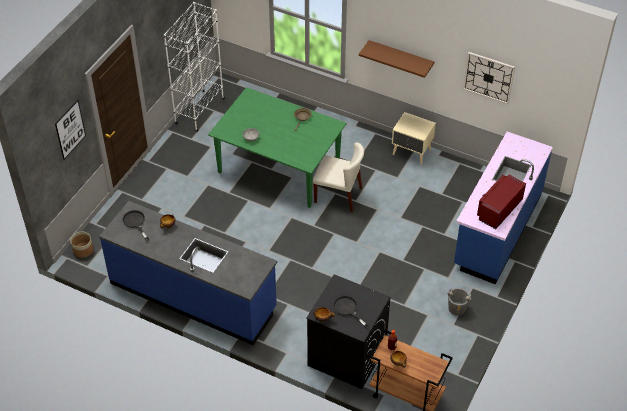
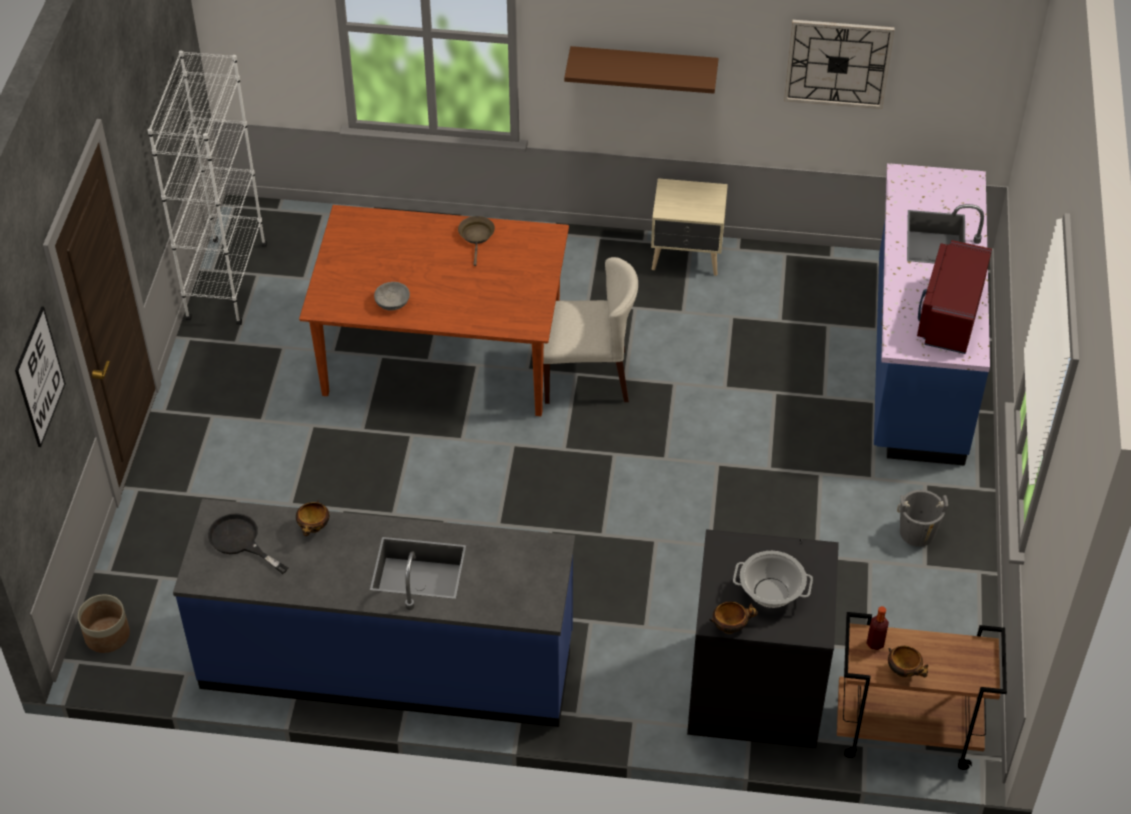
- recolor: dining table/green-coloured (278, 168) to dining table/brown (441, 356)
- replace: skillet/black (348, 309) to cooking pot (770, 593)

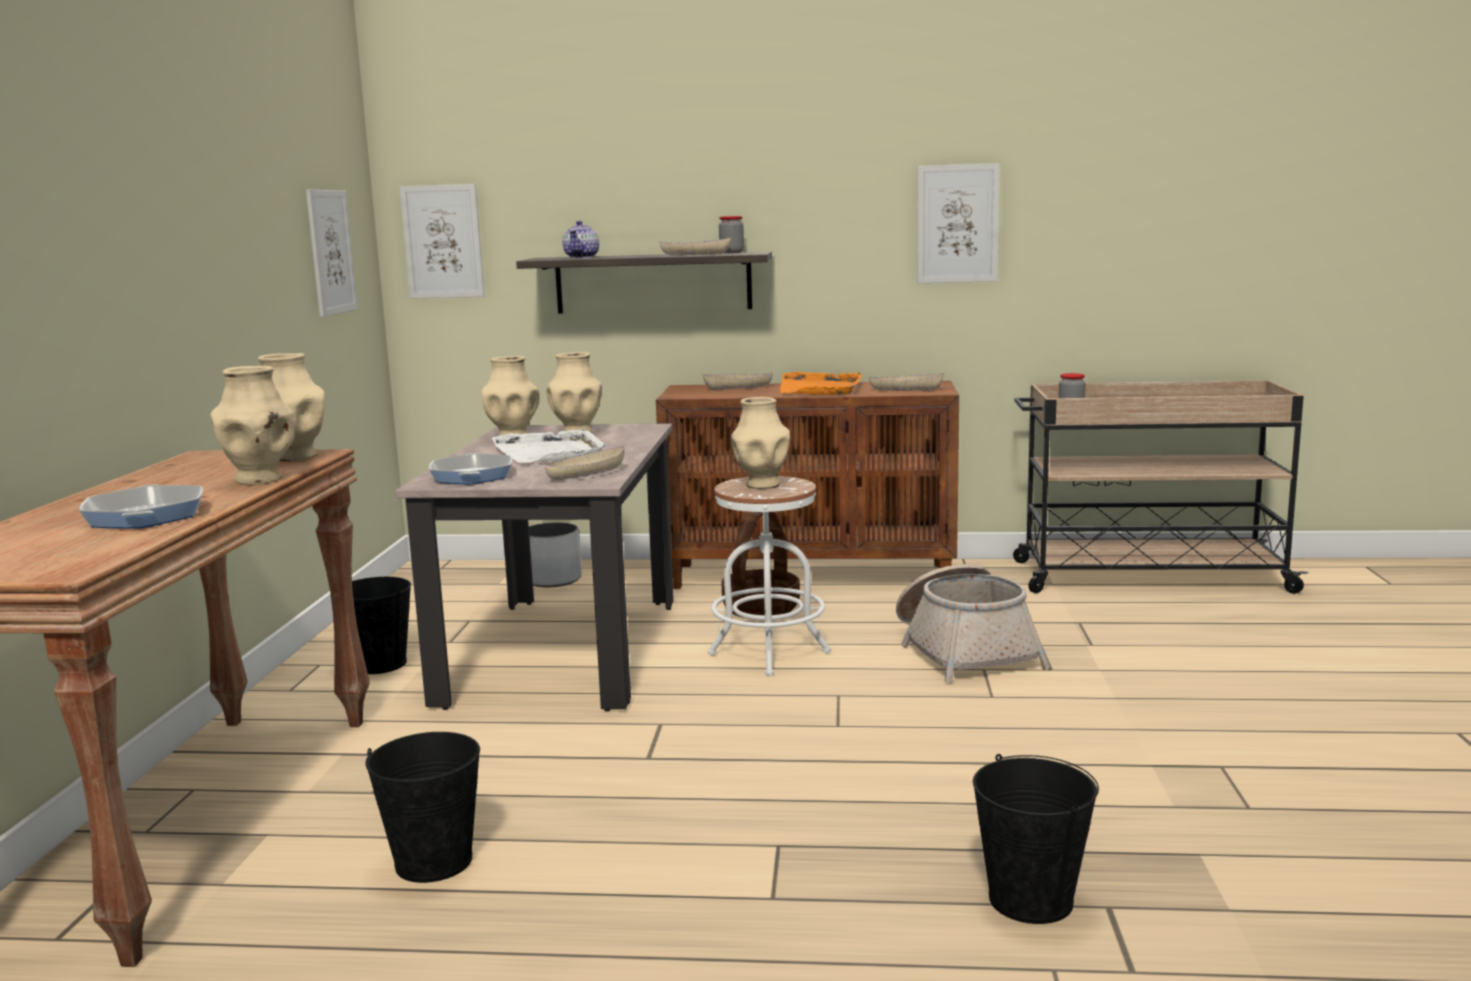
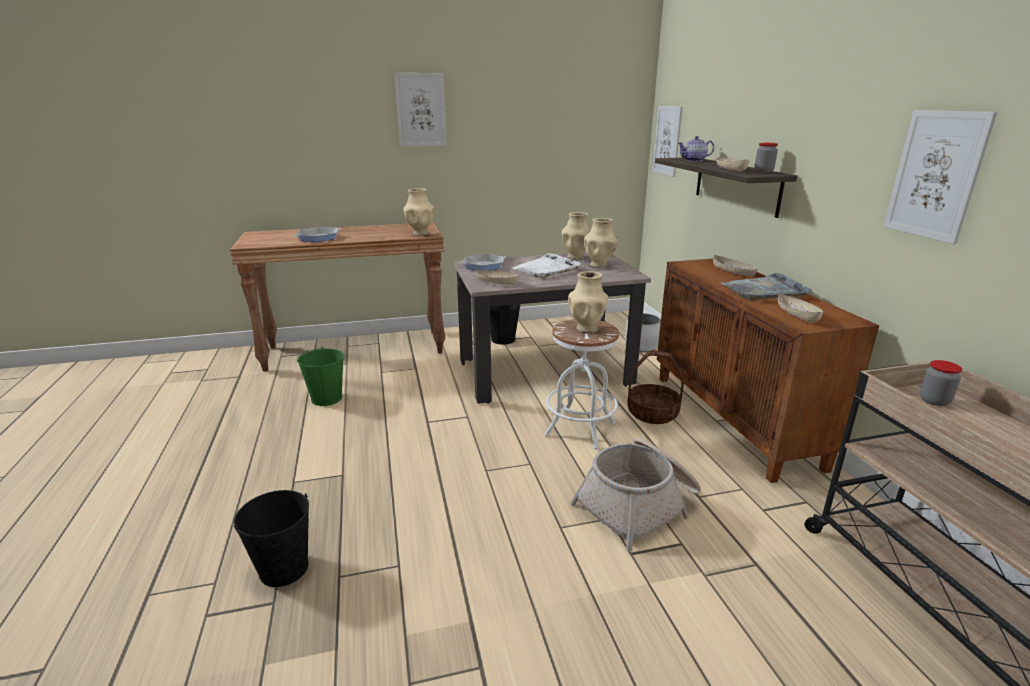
- move: wall art (331, 252) to (421, 110)
- delete: flower vase/beige-coloured (260, 480)
- recolor: tray/orangey (819, 388) to tray/greyish (764, 290)
- recolor: pail/black (433, 861) to pail/green-coloured (327, 398)

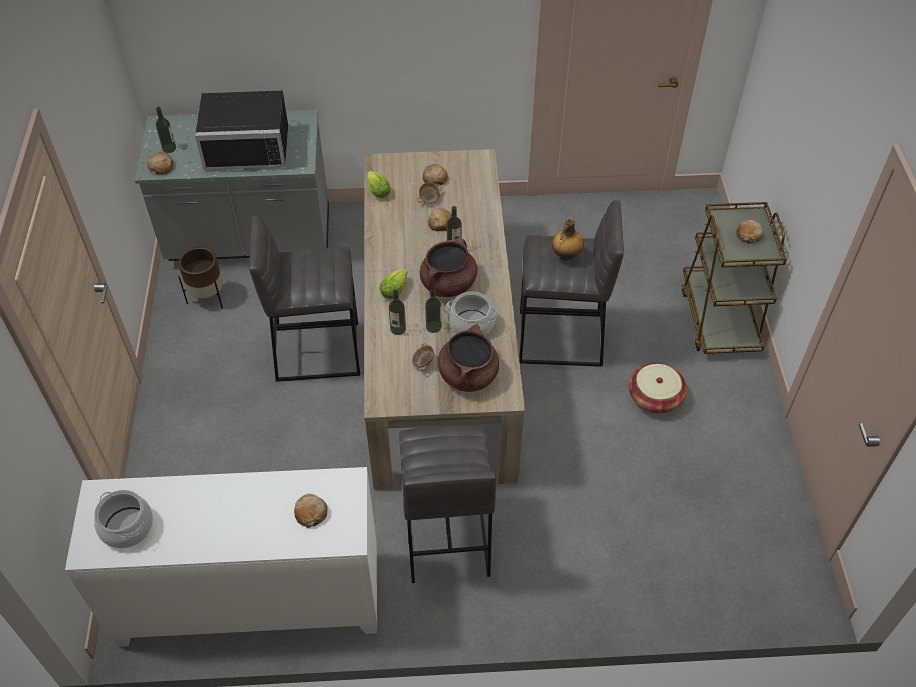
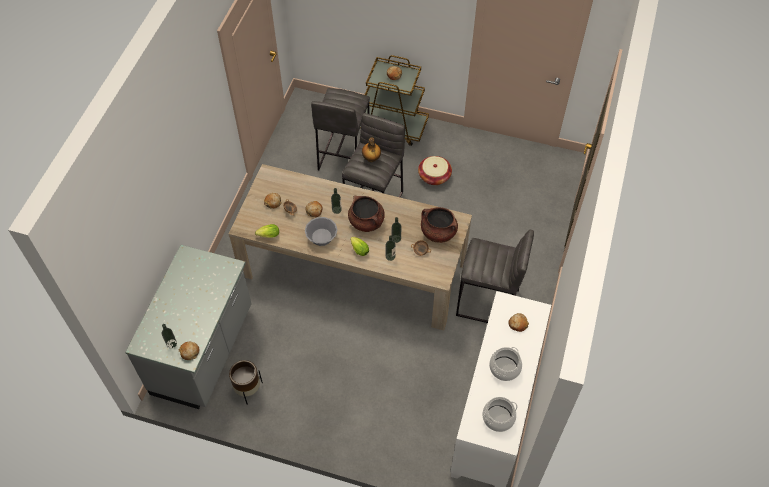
- delete: microwave oven/black (248, 144)
- move: stool/greyish (317, 350) to (343, 155)
- move: cooking pot (471, 324) to (504, 368)
- insert: bowl/greyish (321, 237)

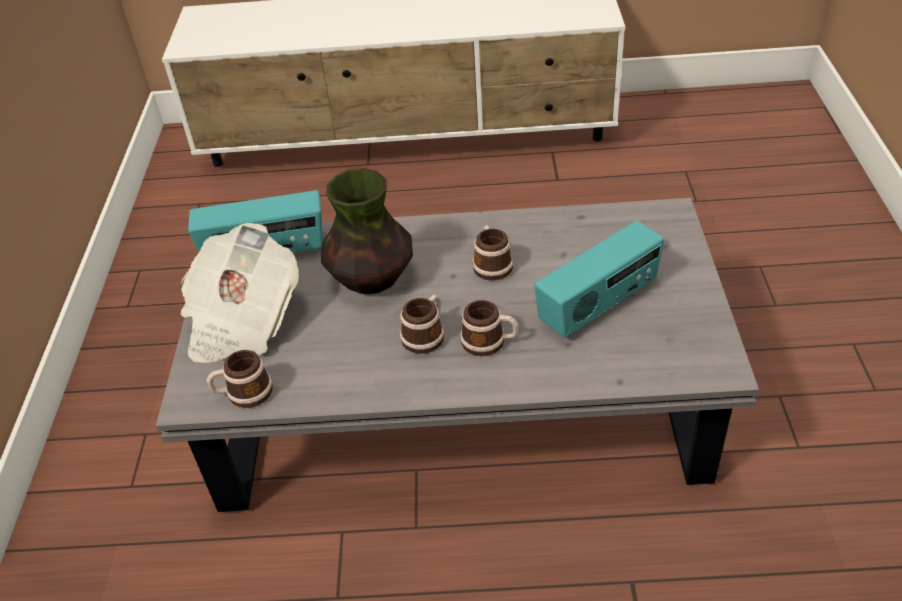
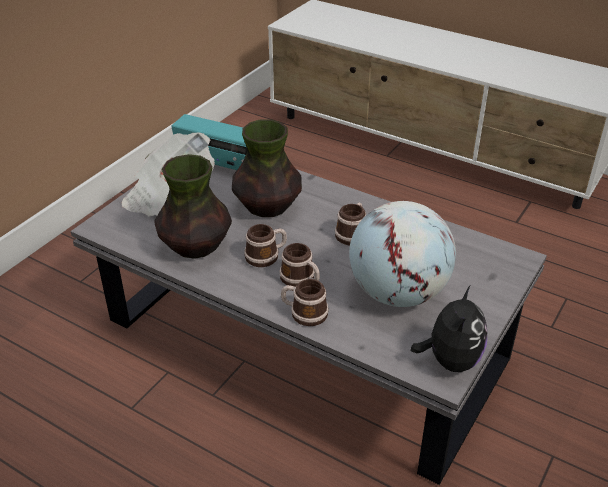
- replace: radio set (598, 306) to world globe (398, 293)
- move: mug (243, 393) to (304, 313)
- insert: flower vase (196, 247)
- insert: soft toy (450, 360)

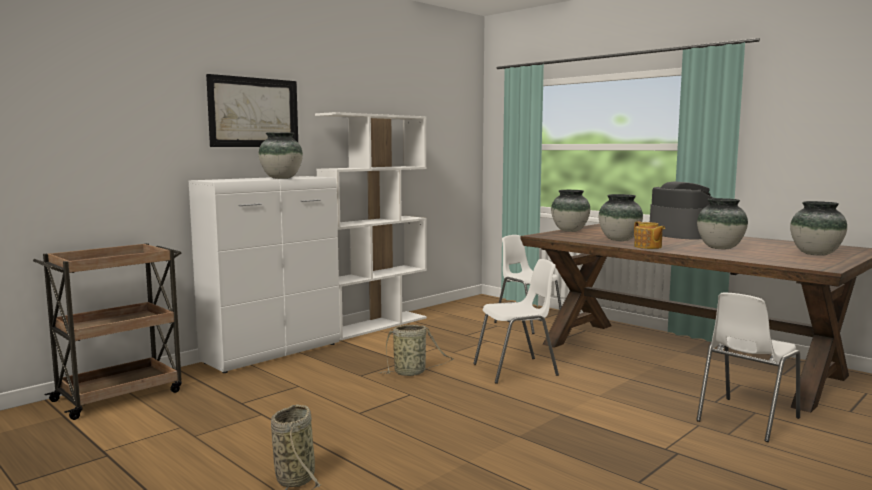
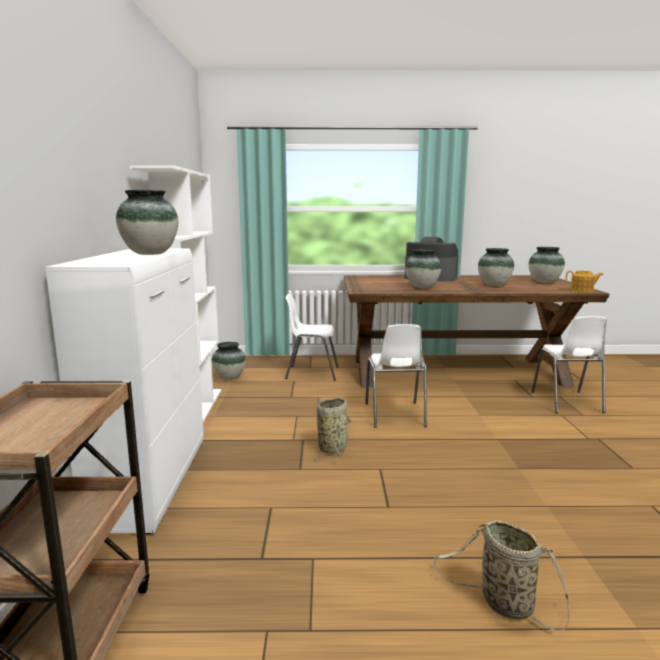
- delete: wall art (254, 112)
- move: flower vase (570, 230) to (229, 377)
- move: teapot (648, 247) to (582, 290)
- rotate: chair/white (516, 370) = (395, 415) 150 degrees clockwise

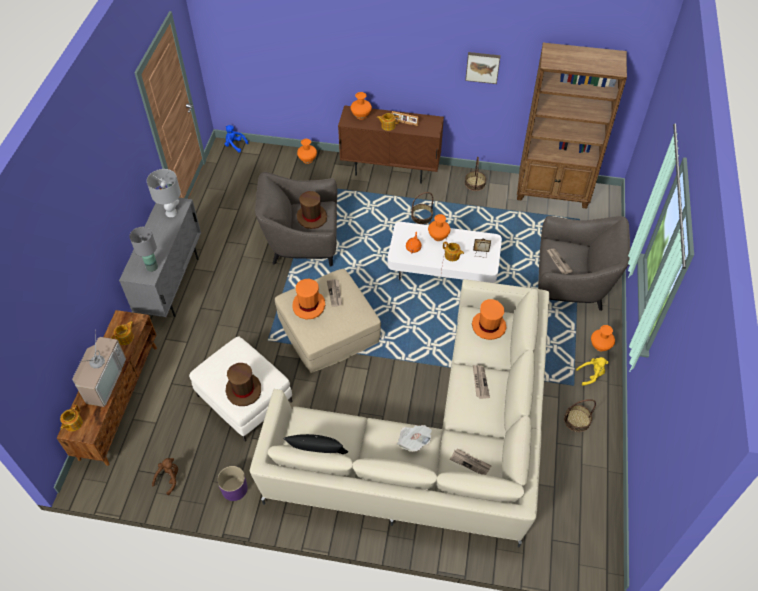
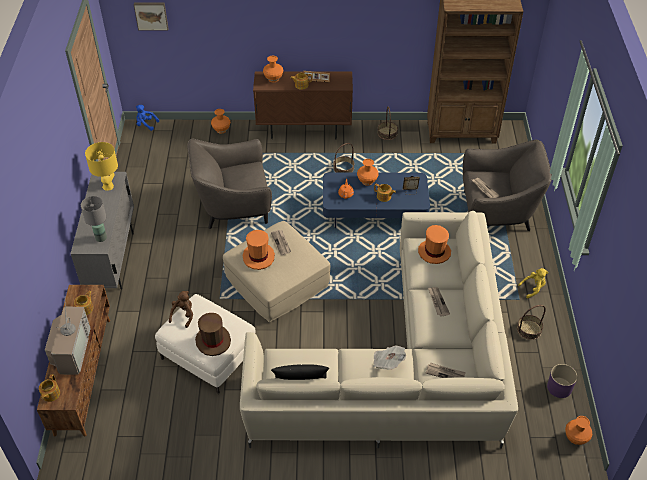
- move: wall art (482, 67) to (151, 15)
- recolor: lamp for a table/greyish (171, 212) to lamp for a table/yellow (108, 186)
- delete: wearable hat/brown (312, 217)
- recolor: coffee table/white (443, 267) to coffee table/blue-coloured (374, 211)
- move: flower vase/orangey (600, 346) to (576, 438)
- move: soft toy/brown (169, 478) to (183, 315)
- move: plant pot/purple (234, 489) to (559, 387)

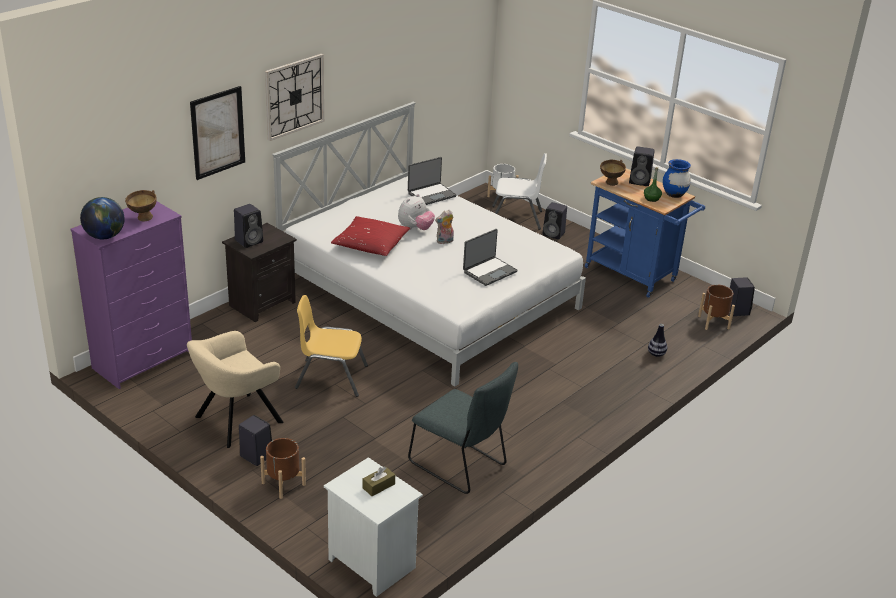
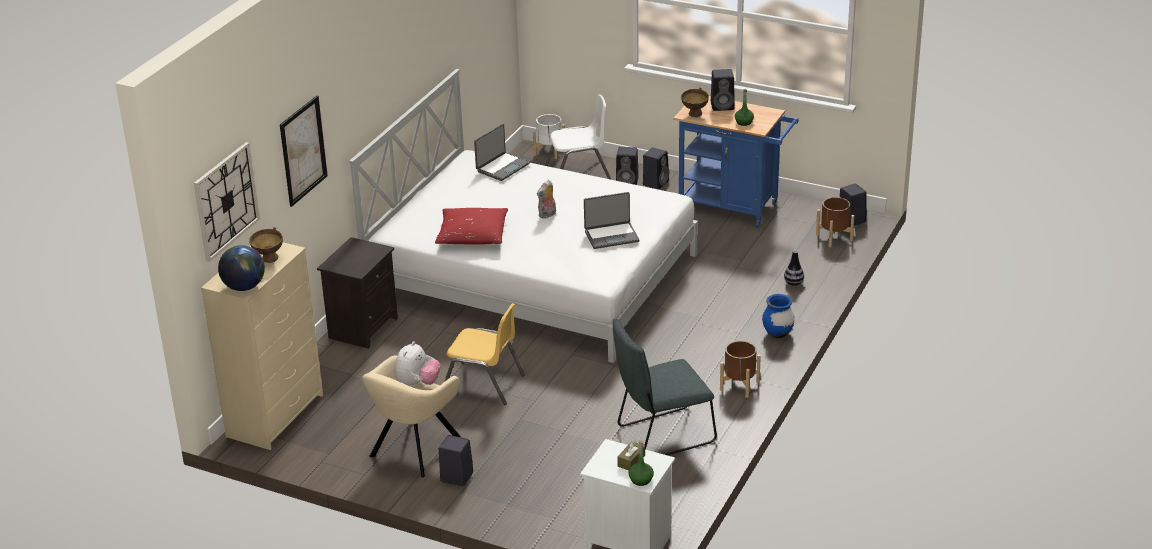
- move: clock on the wall (294, 96) to (226, 201)
- move: flower vase/blue-coloured (674, 194) to (777, 333)
- move: soft toy (415, 228) to (417, 384)
- recolor: drawer chest/purple (144, 360) to drawer chest/beige-coloured (276, 415)
- move: loudspeaker/black (249, 241) to (656, 183)
- rotate: notebook computer (489, 271) = (611, 236) 45 degrees clockwise
- rotate: chair/yellow (331, 377) = (483, 384) 150 degrees counterclockwise
- rotate: chair/greyish (461, 465) = (661, 435) 135 degrees clockwise
- move: plant pot/brown (283, 483) to (739, 385)
- insert: beverage bottle/green-coloured (641, 480)

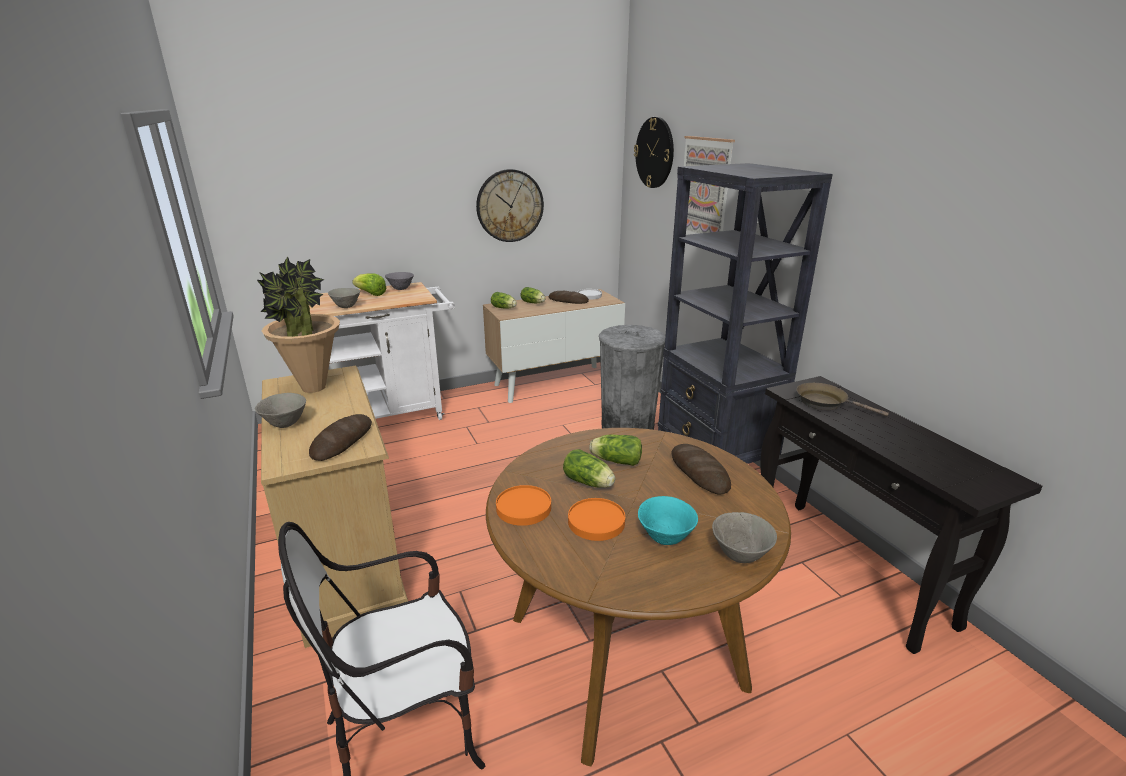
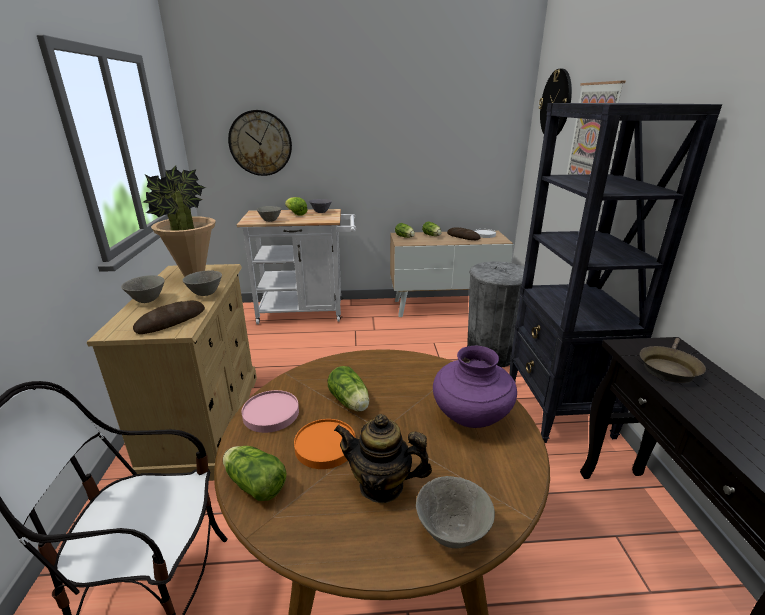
- move: clock on the wall (510, 206) to (260, 143)
- rotate: skillet/brown (825, 403) = (668, 368) 105 degrees counterclockwise
- move: lettuce (614, 460) to (254, 483)
- replace: bakery bread (699, 472) to flower vase/purple (470, 417)
- recolor: dinner plate/orangey (524, 508) to dinner plate/pinkish (271, 413)
- replace: bowl/blue-green (665, 538) to teapot (381, 485)
- insert: bowl/greyish (205, 294)

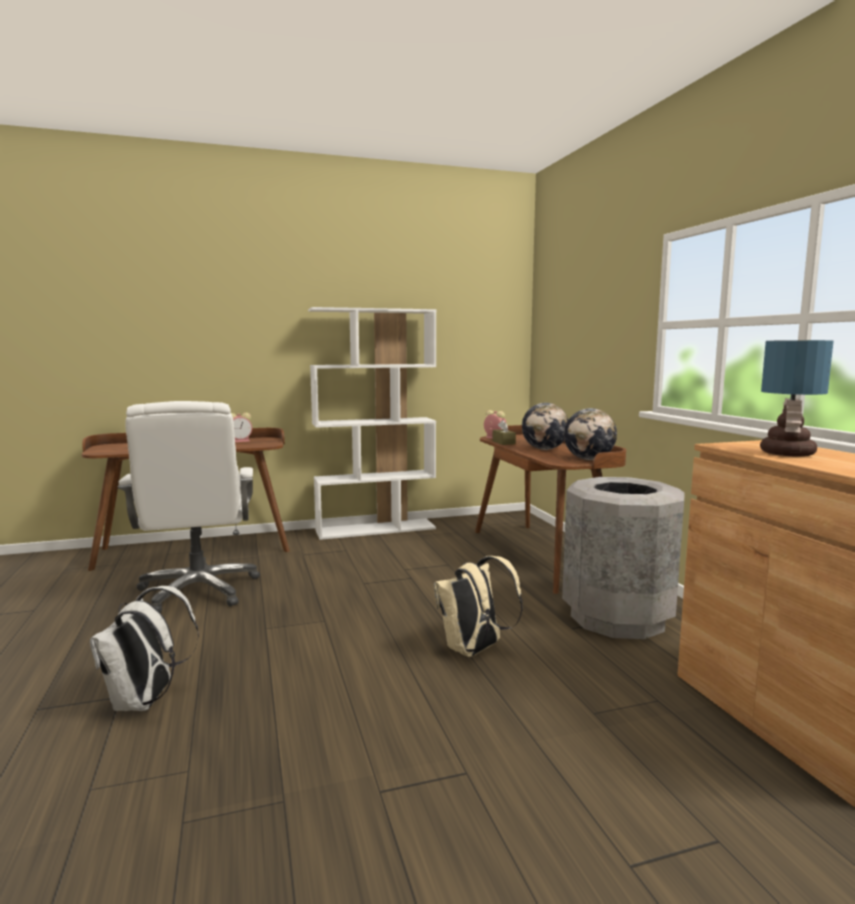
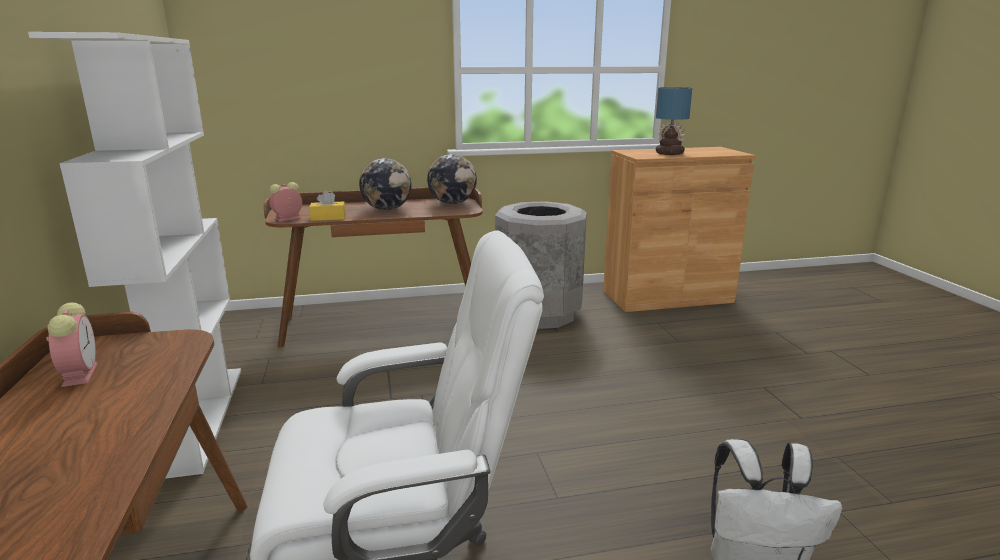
- recolor: box of tissues/brown (503, 442) to box of tissues/yellow (328, 218)
- delete: knapsack/beige-coloured (474, 650)

